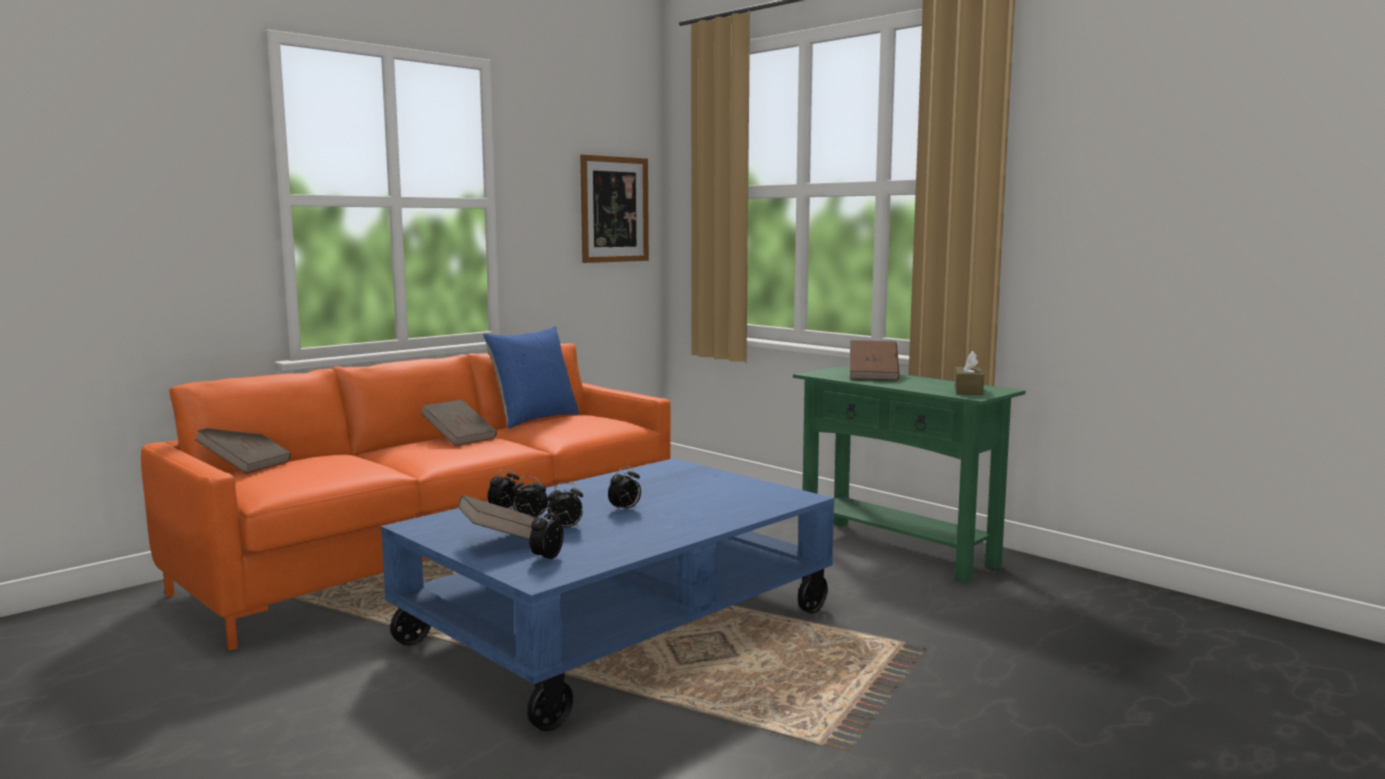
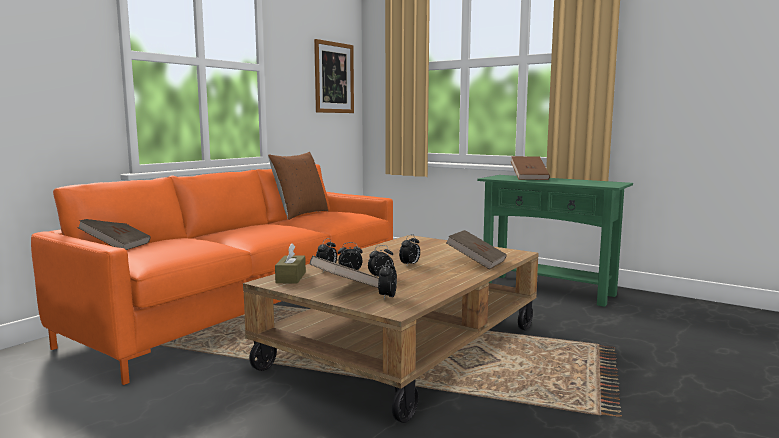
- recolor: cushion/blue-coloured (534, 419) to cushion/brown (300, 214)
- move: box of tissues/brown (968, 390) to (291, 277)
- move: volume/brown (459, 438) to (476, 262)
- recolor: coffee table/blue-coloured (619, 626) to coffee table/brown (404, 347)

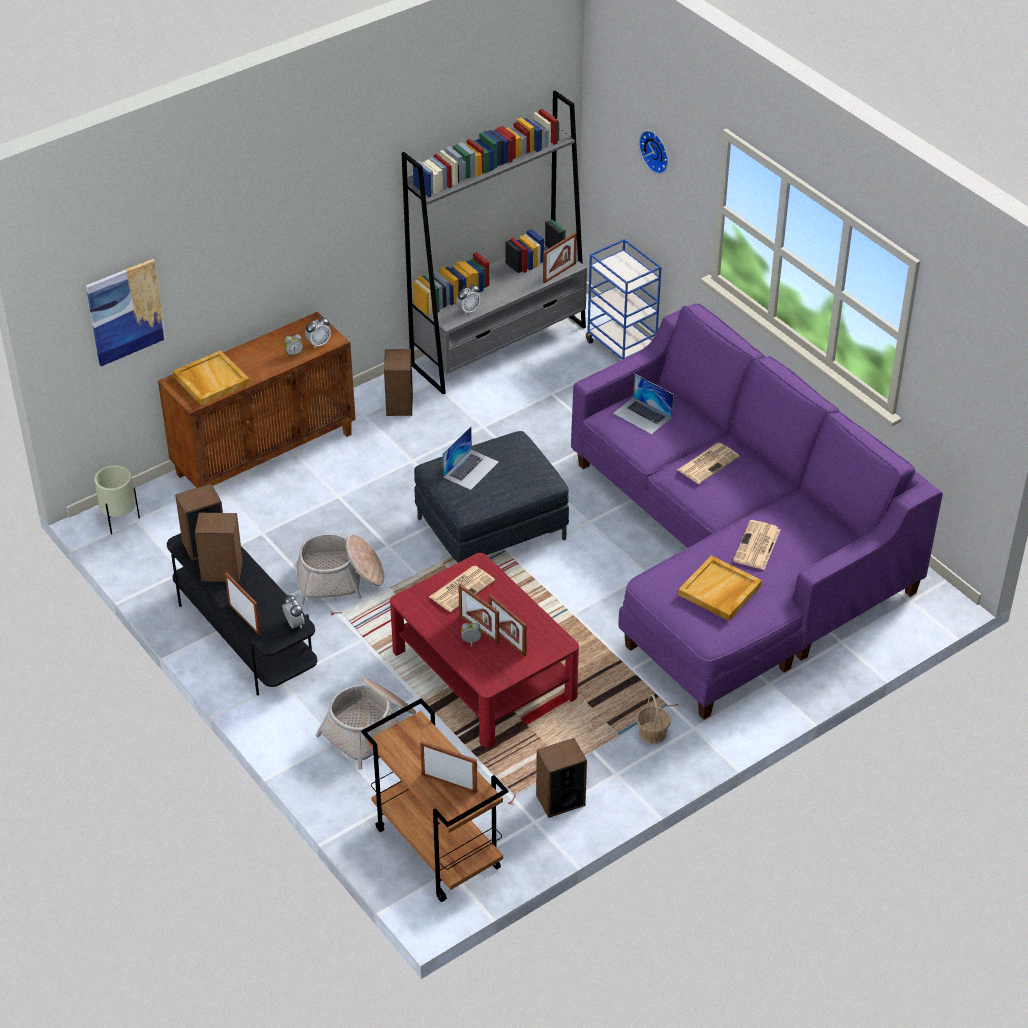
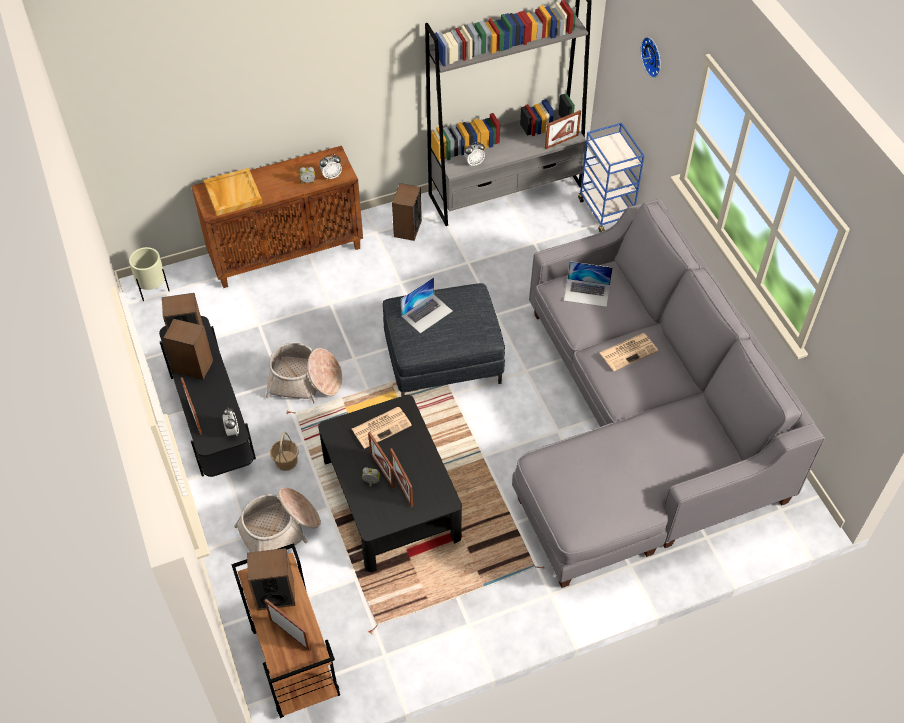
- delete: wall art (125, 311)
- recolor: sofa/purple (732, 554) to sofa/greyish (637, 429)
- rotate: notebook computer (642, 415) = (587, 292) 45 degrees counterclockwise
- delete: newspaper (757, 546)
- recolor: coffee table/red-coloured (484, 673) to coffee table/black (391, 498)
- delete: tray/beige-coloured (719, 591)
- move: storage basket (652, 733) to (286, 461)
- move: loudspeaker (560, 800) to (275, 594)

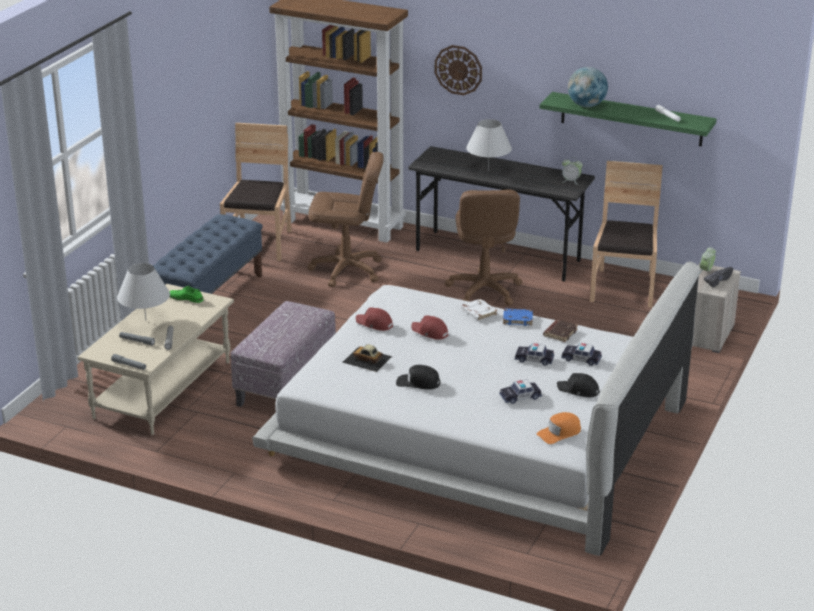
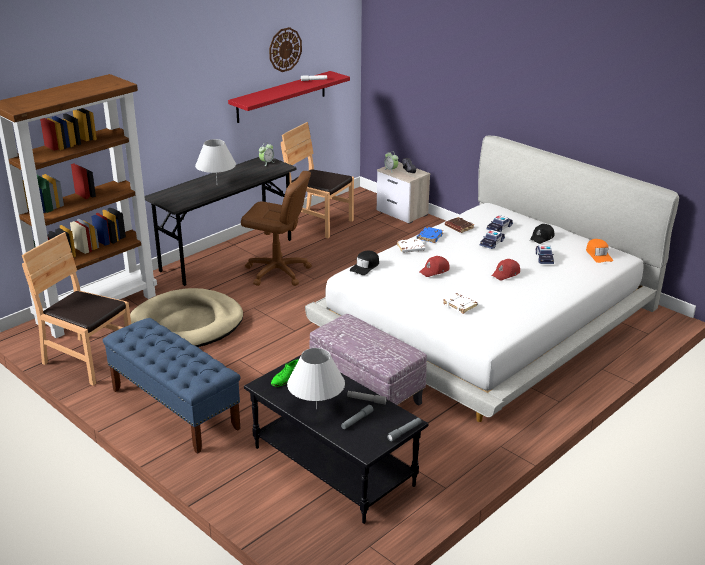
- move: clock on the wall (458, 70) to (285, 49)
- delete: world globe (586, 105)
- recolor: bracket shelf/green-coloured (631, 119) to bracket shelf/red-coloured (281, 96)
- replace: office chair/brown (346, 270) to pet bed/beige-coloured (187, 324)
- recolor: coffee table/beige-coloured (163, 390) to coffee table/black (335, 466)
- move: cap/red-coloured (374, 324) to (506, 274)
- replace: toy car (367, 359) to volume/white (460, 305)
- move: cap/black (418, 383) to (365, 267)

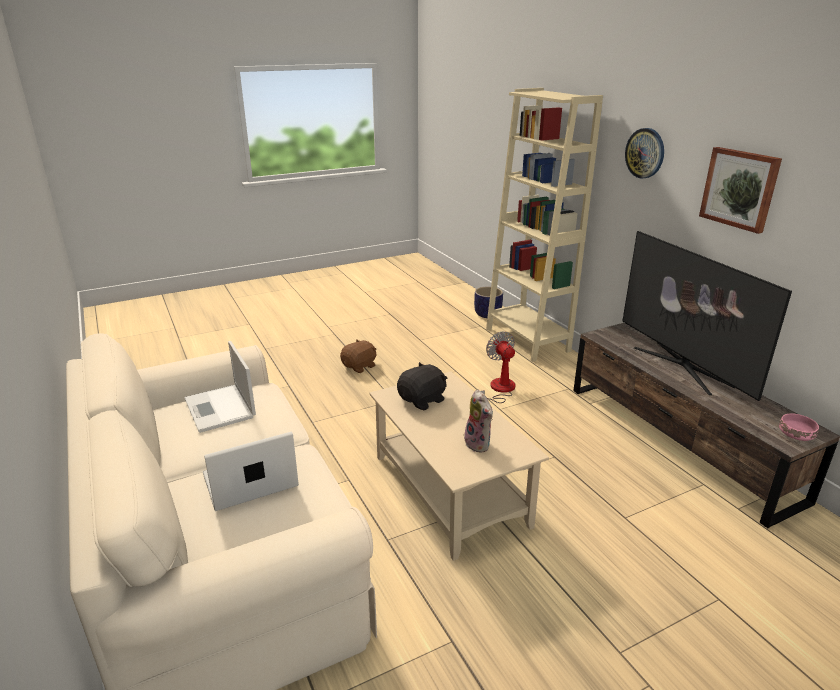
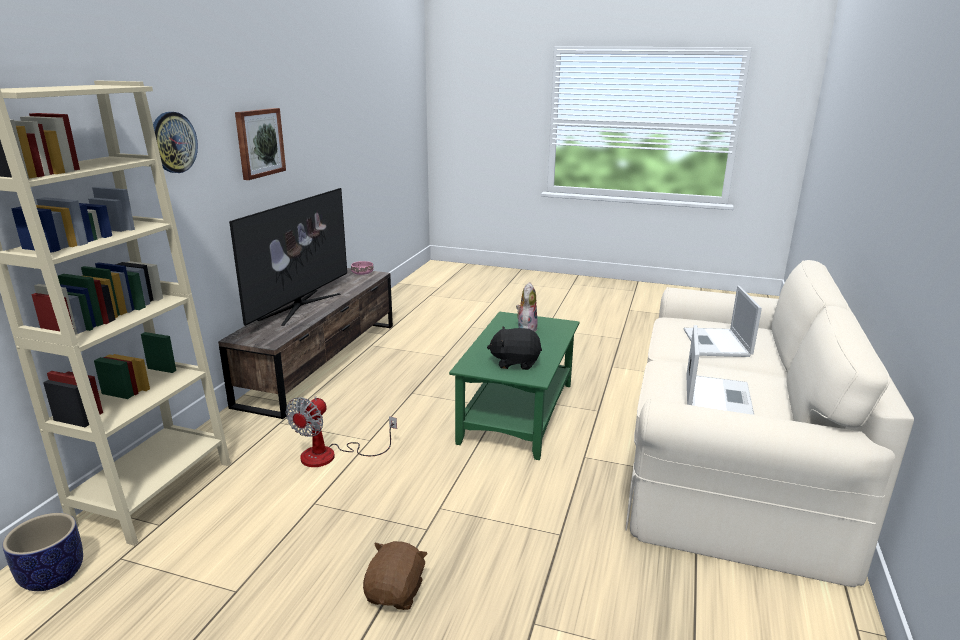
- rotate: soft toy/brown (360, 366) = (396, 593) 105 degrees clockwise
- recolor: coffee table/beige-coloured (448, 490) to coffee table/green-coloured (518, 413)
- rotate: notebook computer (248, 482) = (717, 343) 75 degrees clockwise

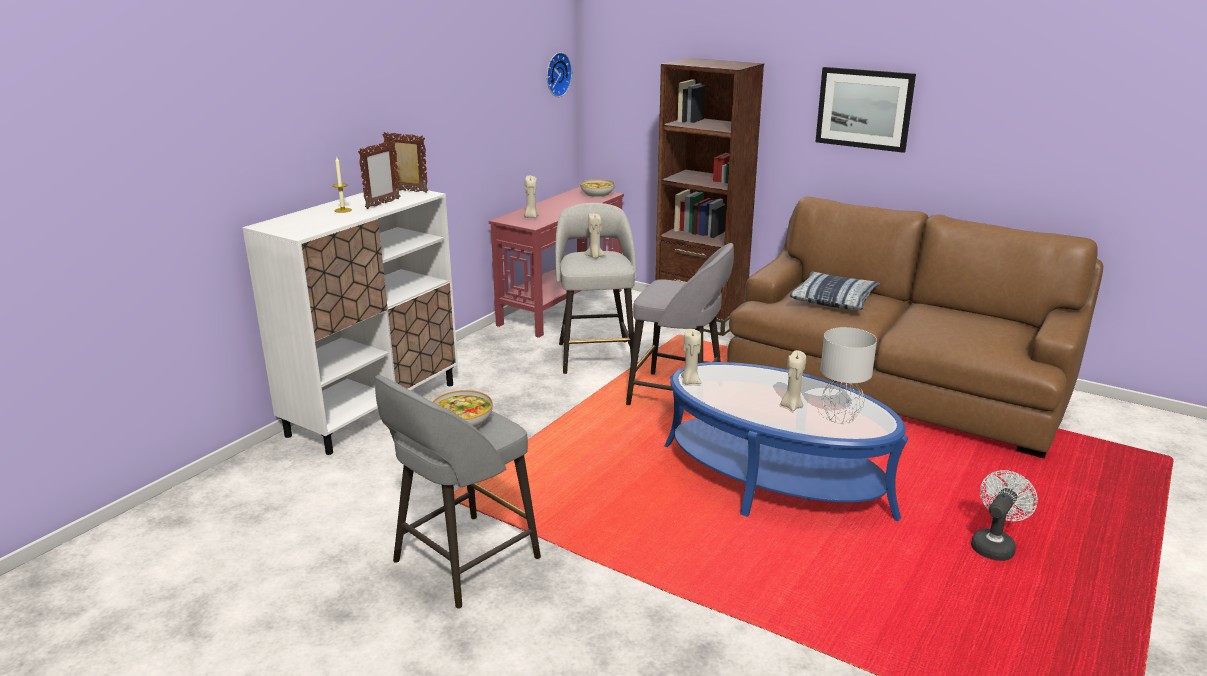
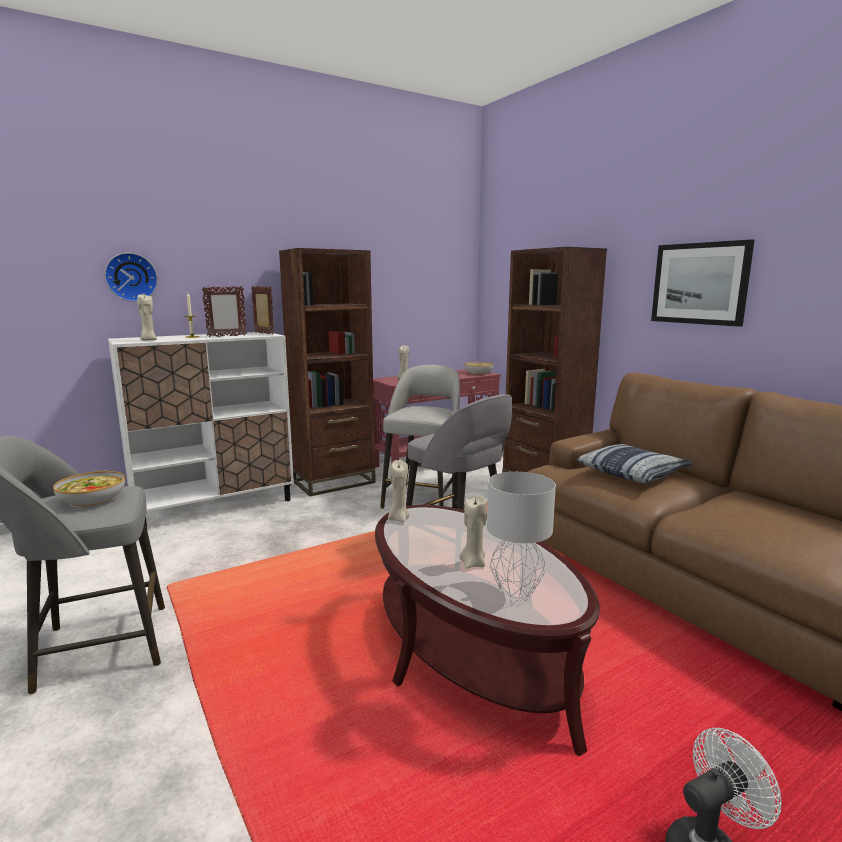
- move: clock on the wall (556, 74) to (131, 277)
- move: candle/beige-coloured (595, 256) to (148, 340)
- recolor: coffee table/blue-coloured (774, 480) to coffee table/brown (470, 652)
- insert: shelving unit/brown (334, 482)

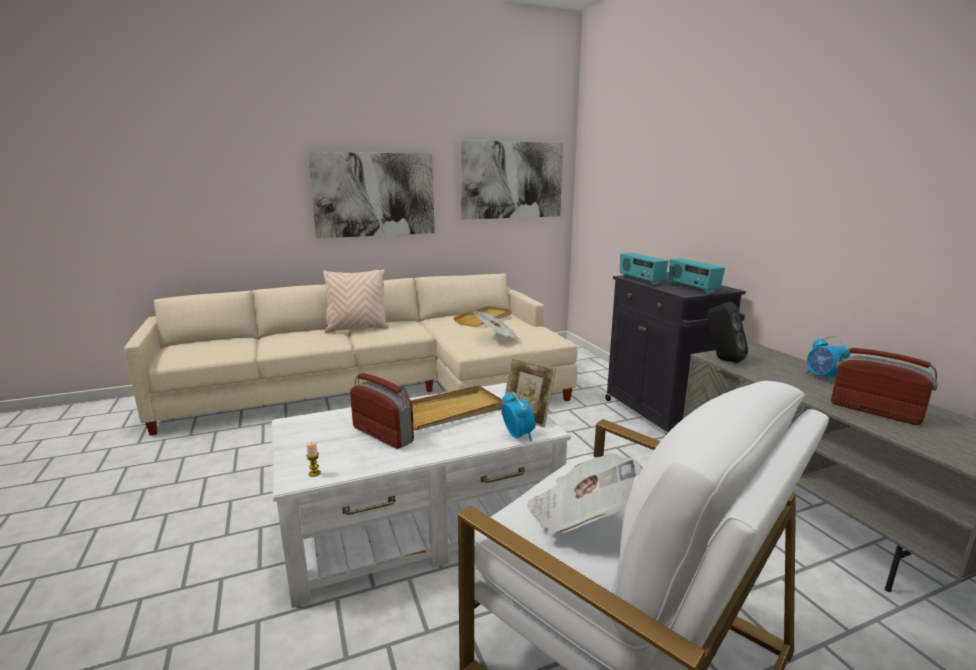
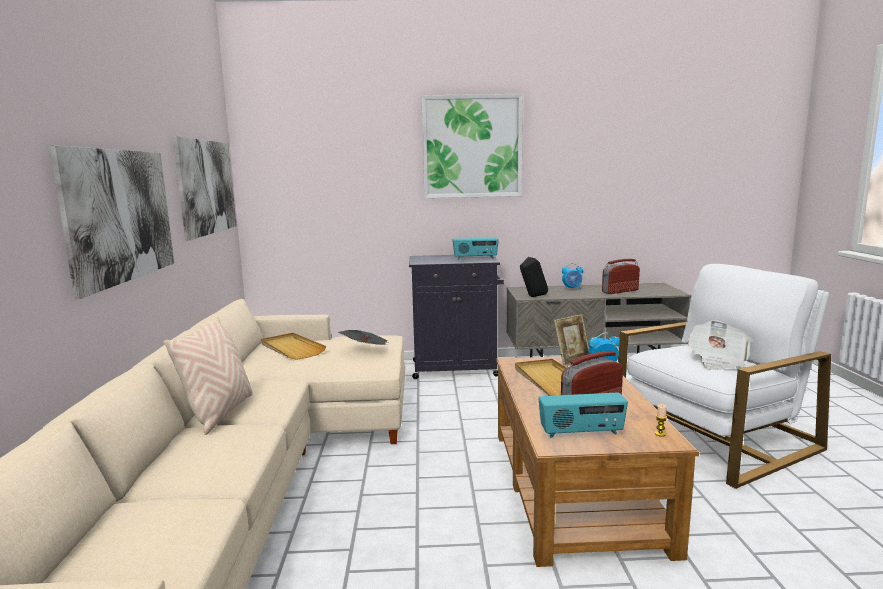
- move: radio set (640, 280) to (581, 433)
- recolor: coffee table/white (422, 522) to coffee table/brown (575, 485)
- insert: wall art (472, 147)

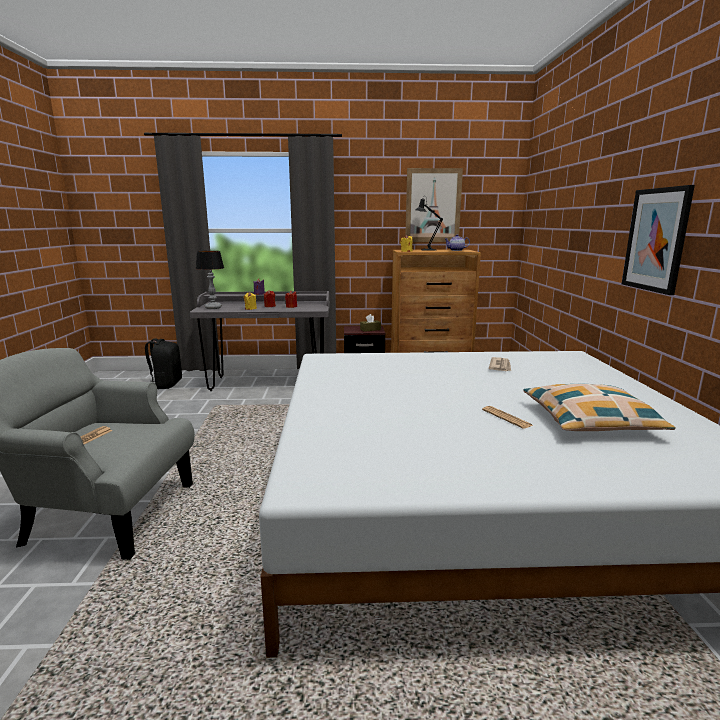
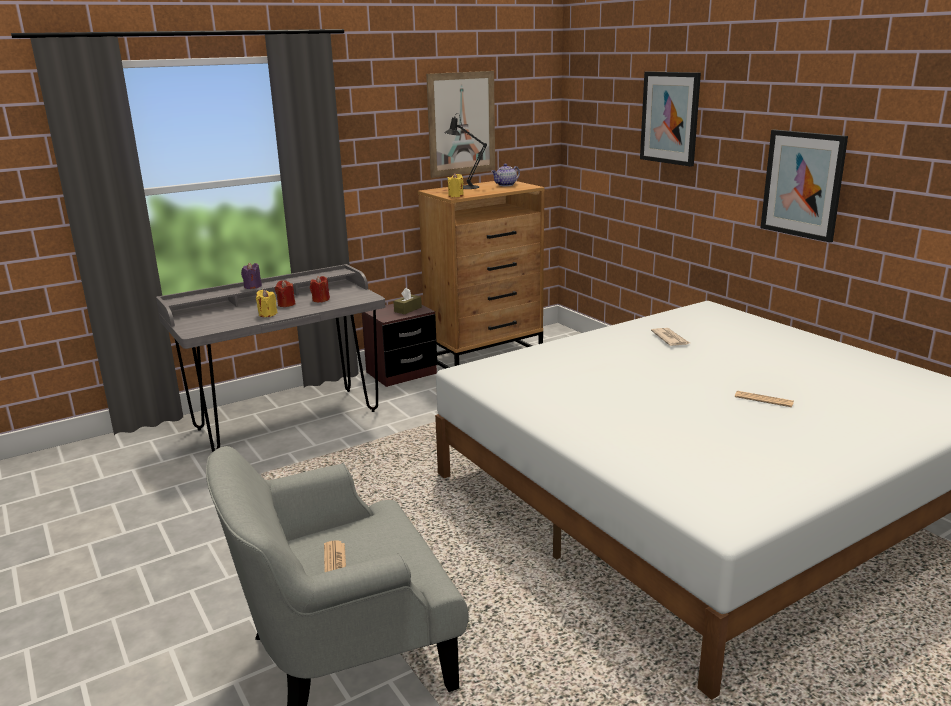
- delete: lamp for a table (213, 308)
- delete: knapsack/black (166, 384)
- delete: cushion (590, 421)
- insert: wall art (670, 118)

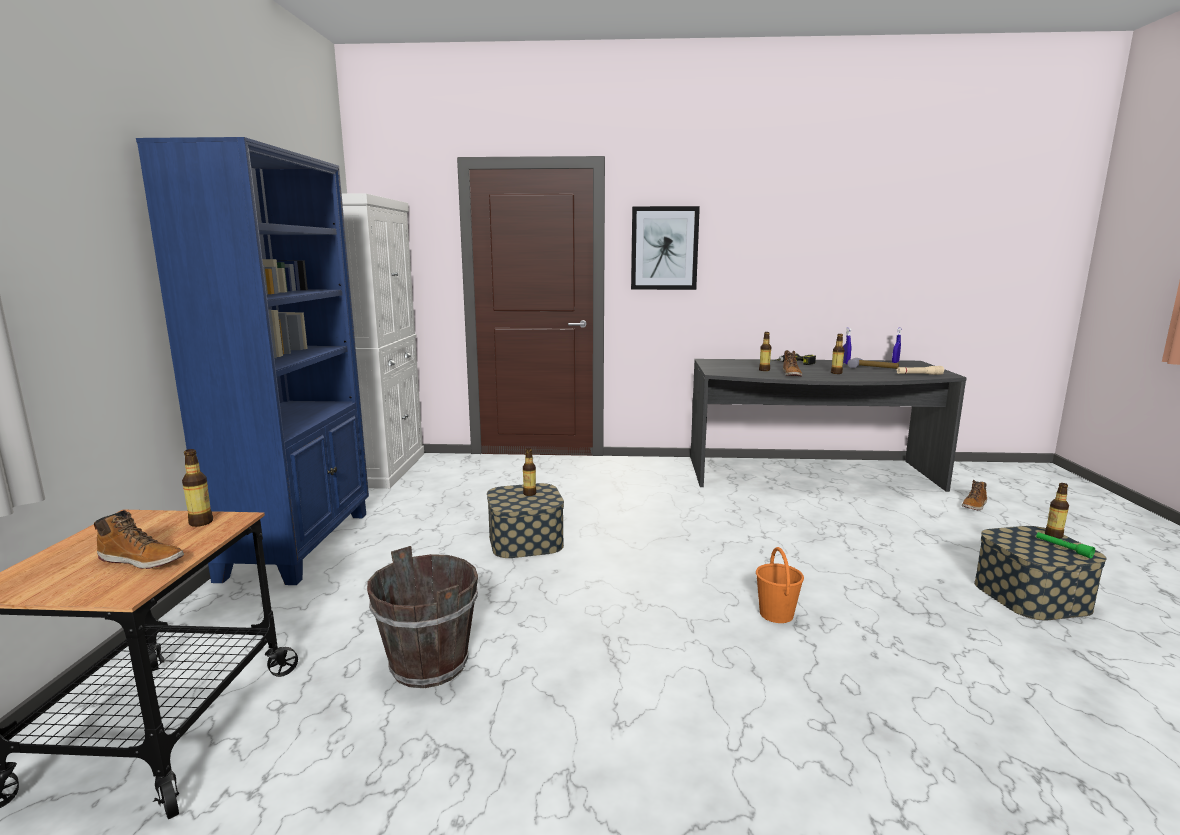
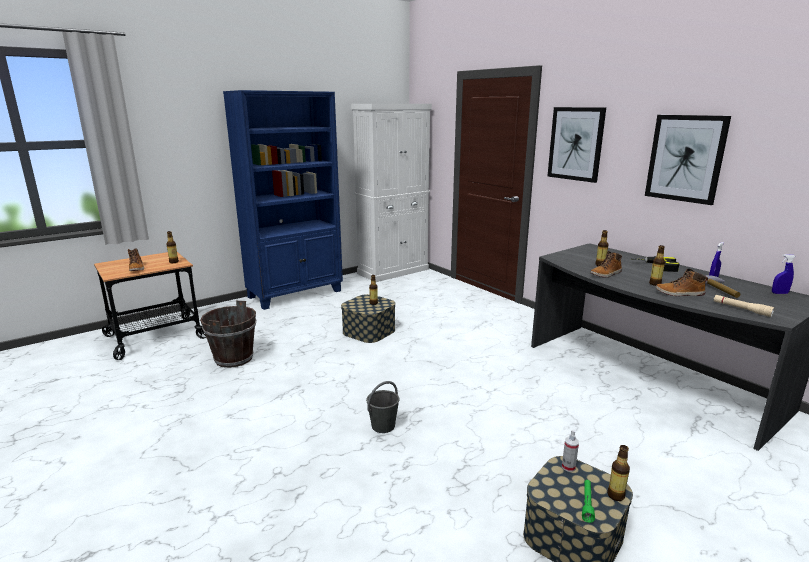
- move: high-top boot (974, 505) to (679, 293)
- recolor: pail/orangey (776, 614) to pail/greyish (383, 426)
- insert: wall art (685, 158)
- insert: sprayer (568, 467)

